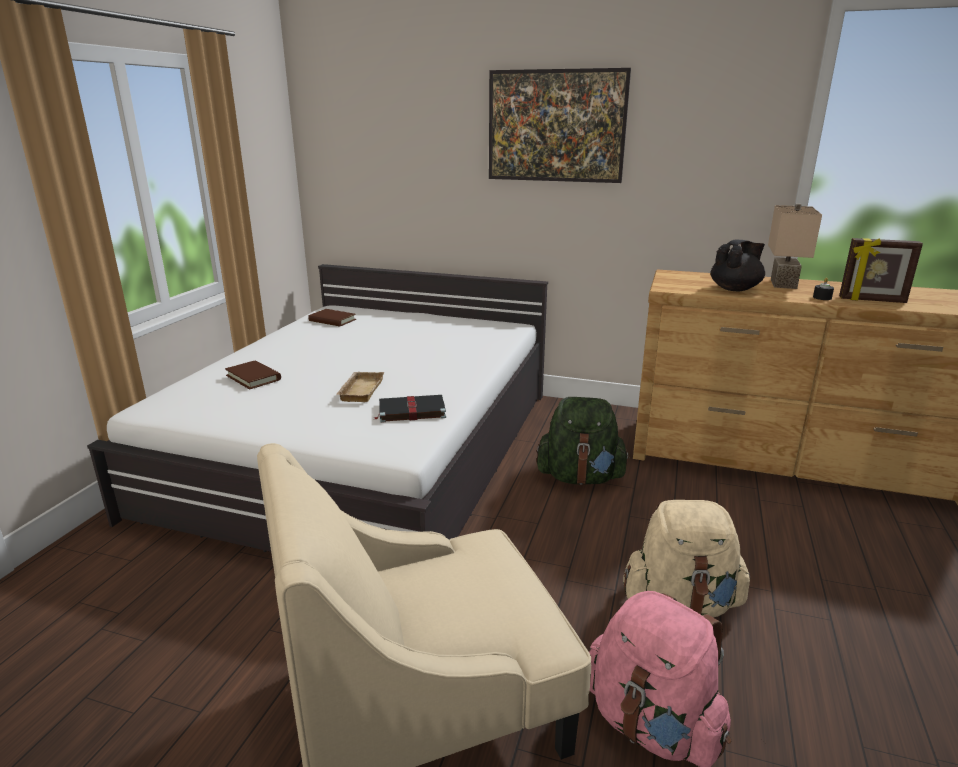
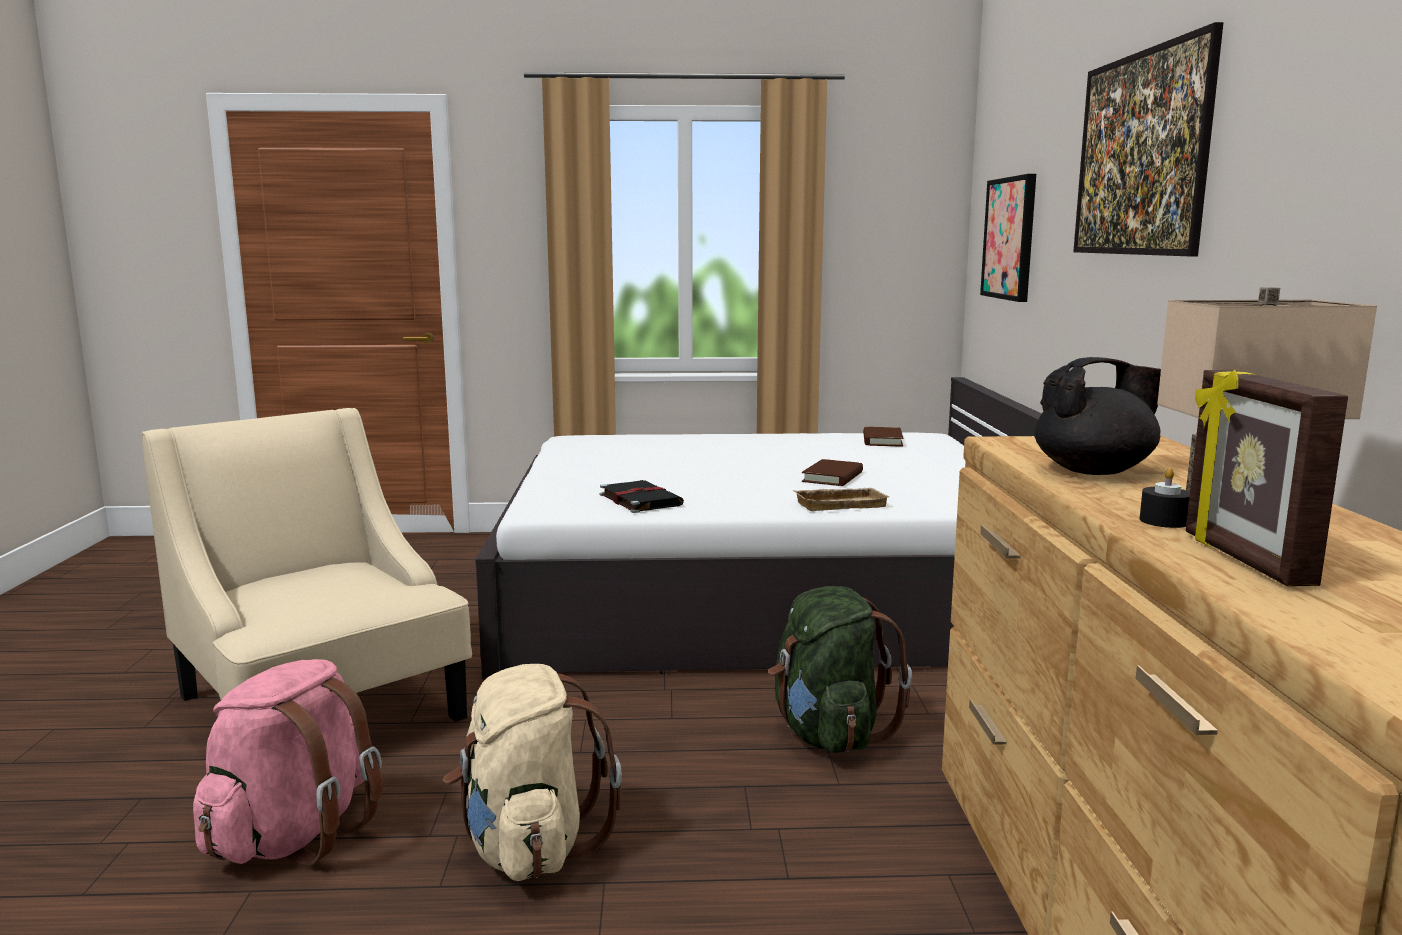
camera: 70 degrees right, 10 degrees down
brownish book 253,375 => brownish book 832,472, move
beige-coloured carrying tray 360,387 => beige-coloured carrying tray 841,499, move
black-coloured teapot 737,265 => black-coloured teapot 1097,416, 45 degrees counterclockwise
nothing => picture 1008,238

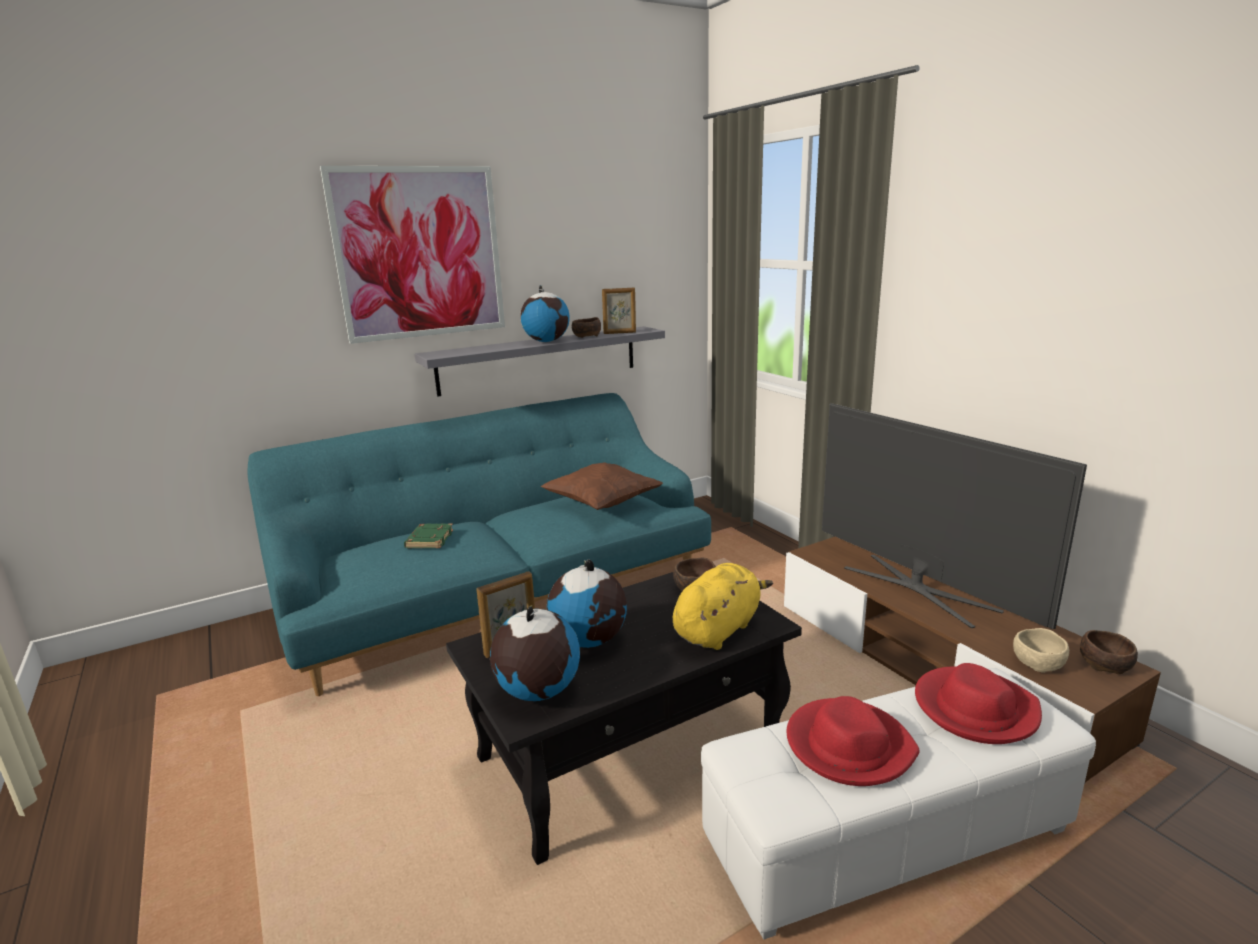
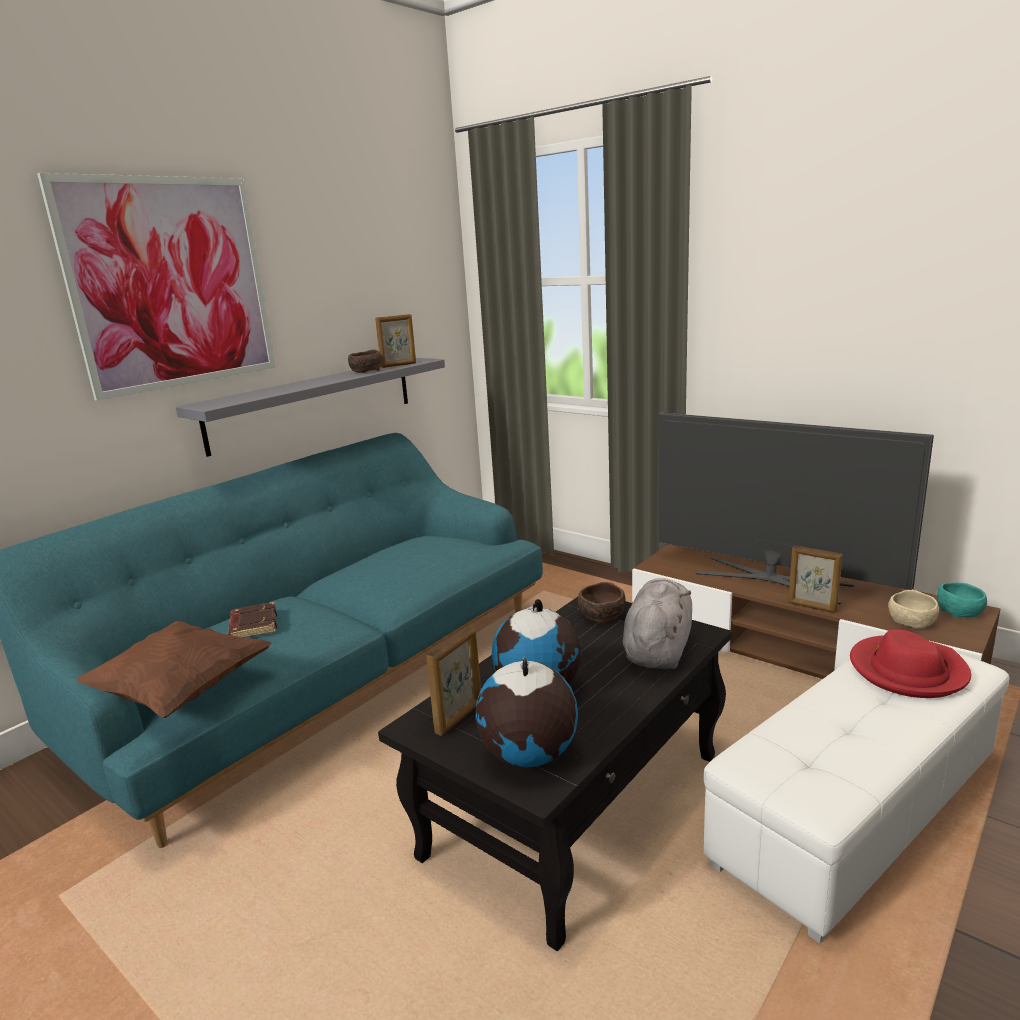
camera: 20 degrees left, 0 degrees up
green-coloured book 428,535 => brownish book 252,620
desk globe 544,313 => nothing
brownish cushion 601,486 => brownish cushion 174,669, move
yellow plush toy 723,606 => grey plush toy 657,623
red-coloured hat 853,741 => nothing
brownish bowl 1109,652 => turquoise bowl 962,600
nothing => picture frame 815,579

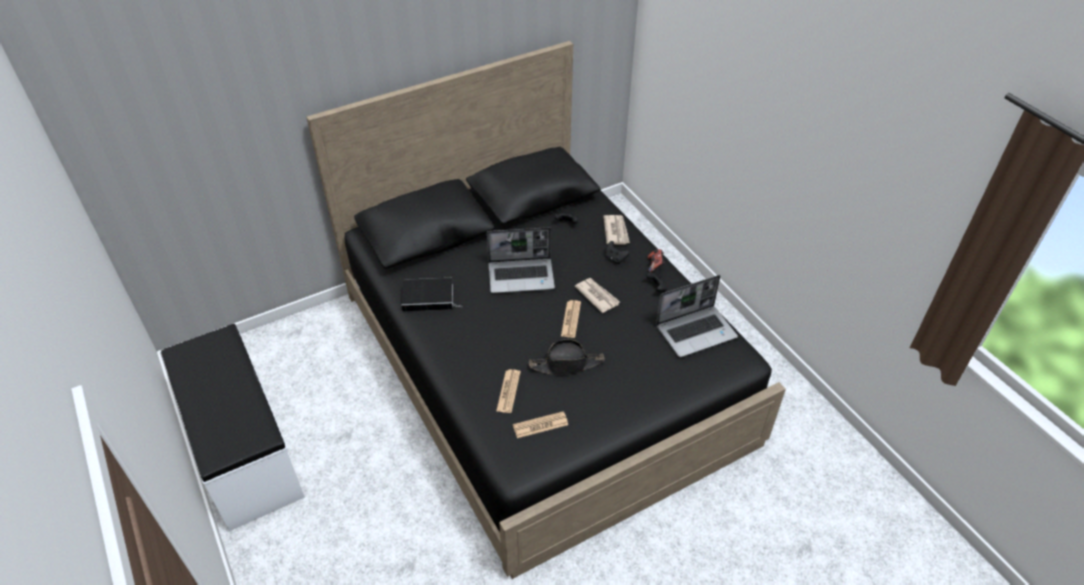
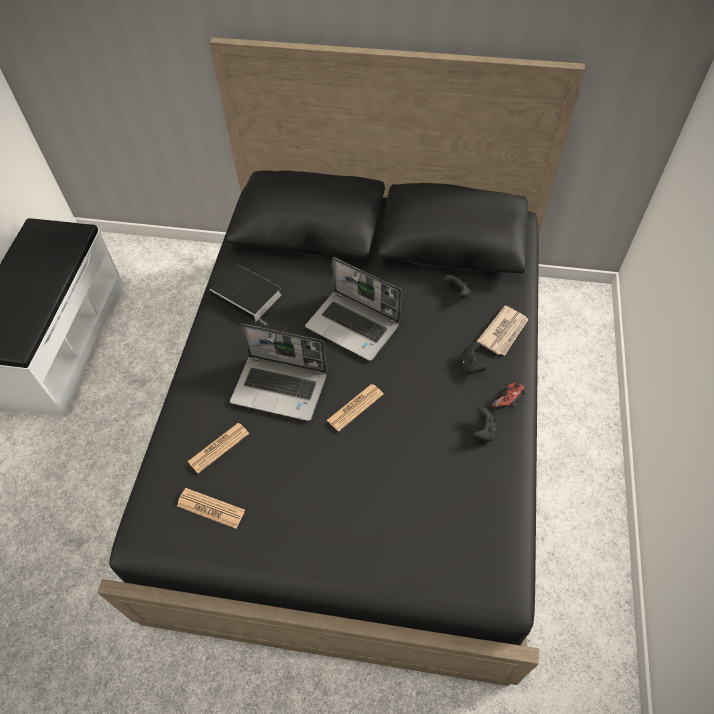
camera: 40 degrees right, 10 degrees up
black-coloured hat 567,357 => nothing
daily paper 597,295 => nothing
portable computer 697,316 => portable computer 278,372, move

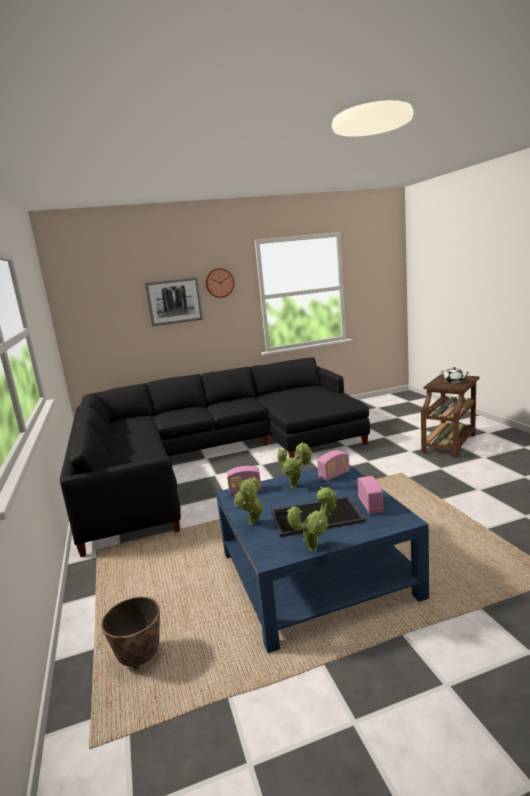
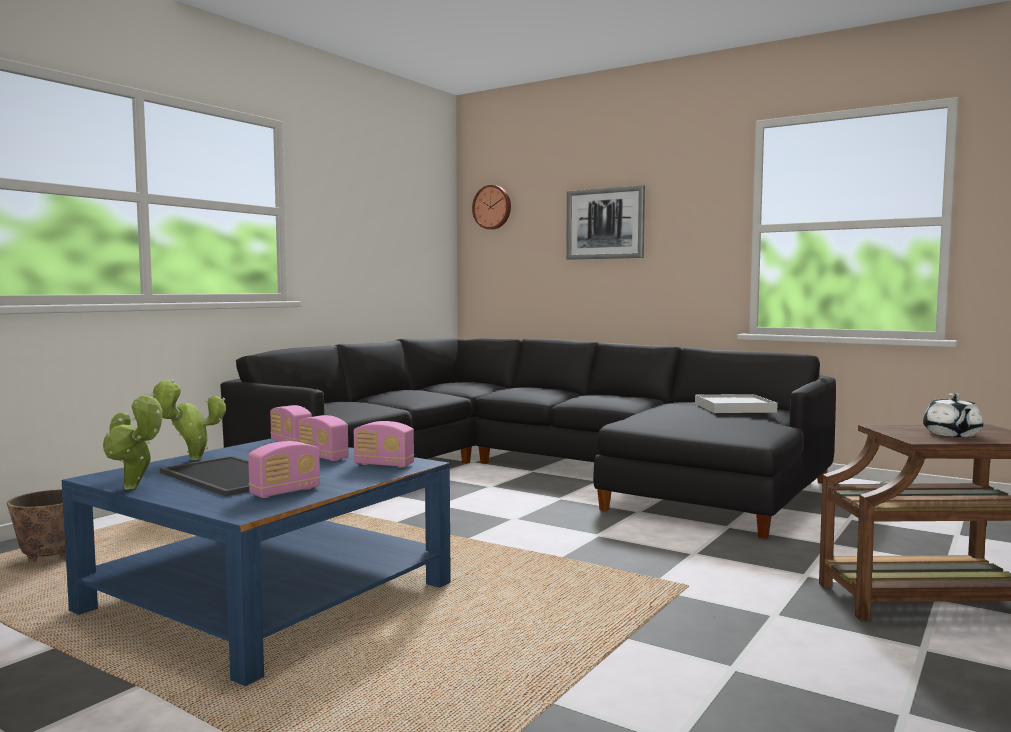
camera: 50 degrees right, 10 degrees down
clock on the wall 220,283 => clock on the wall 491,207, move
potted plant 294,465 => radio set 323,438
nothing => white carrying tray 736,403

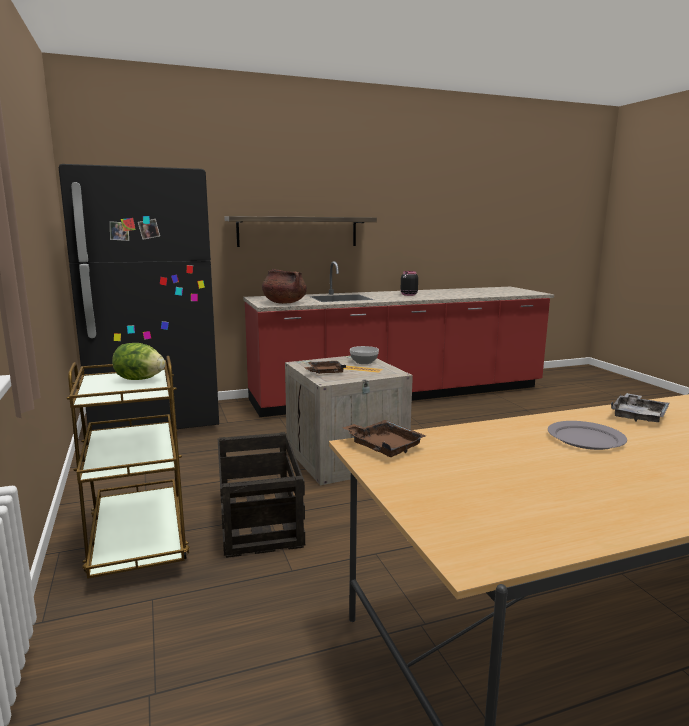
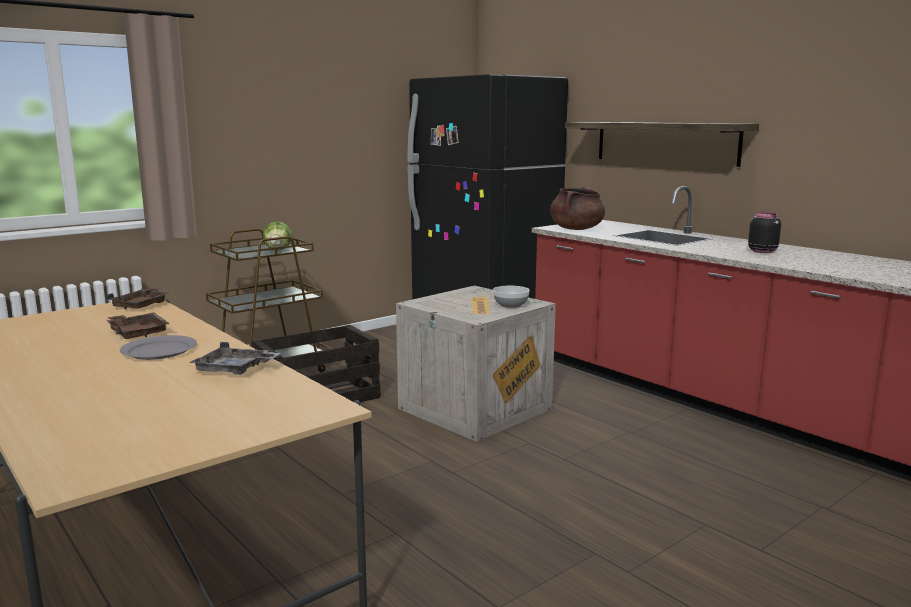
camera: 70 degrees right, 0 degrees up
brownish carrying tray 325,367 => brownish carrying tray 138,325, move

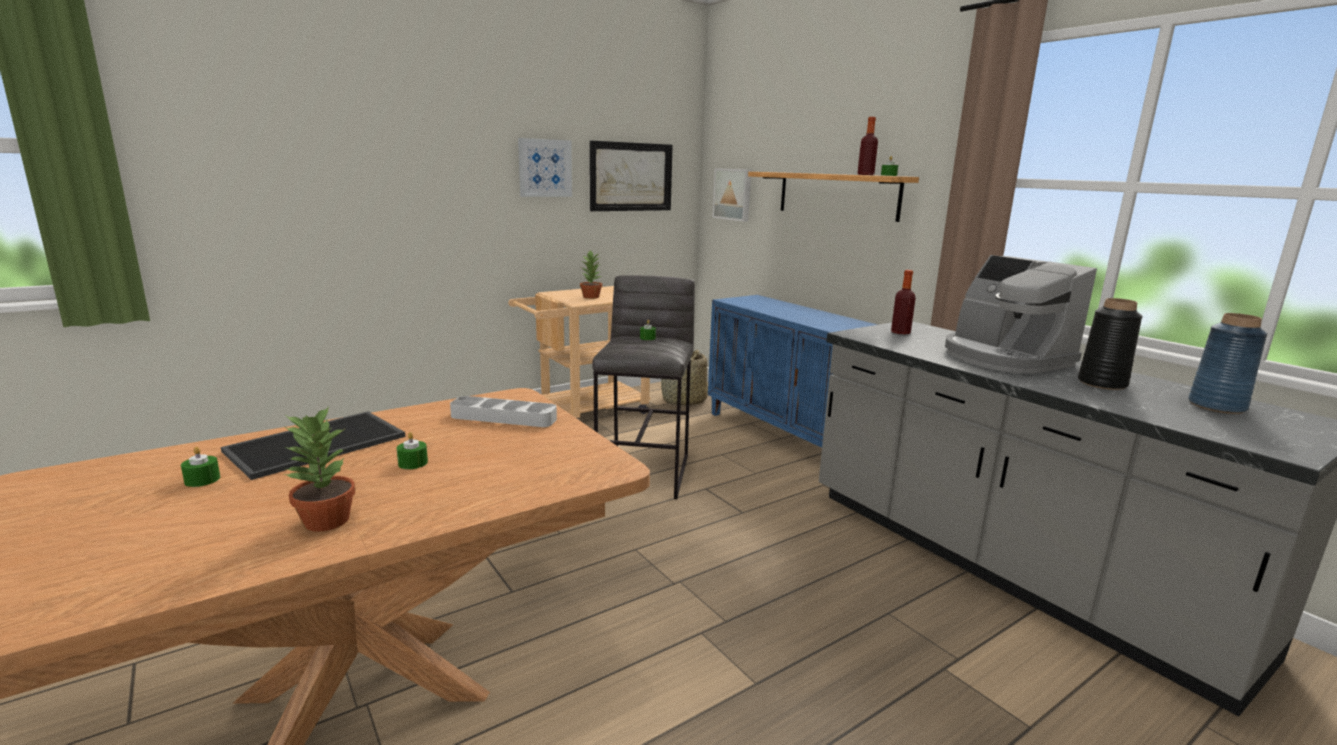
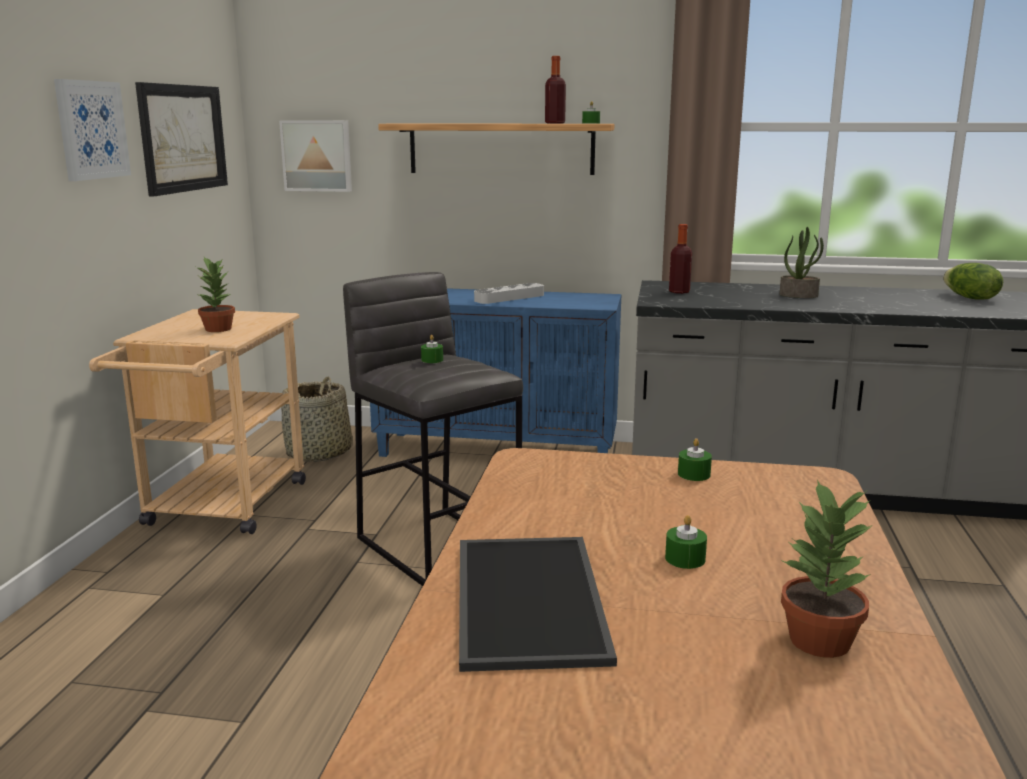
camera: 45 degrees left, 0 degrees up
green-coloured wax candle 200,467 => green-coloured wax candle 695,459, move
grey carrying tray 503,411 => grey carrying tray 509,293, move
coffee maker 1021,314 => potted plant 801,262
black-coloured flower vase 1110,344 => nothing
blue-coloured flower vase 1228,363 => lettuce head 973,281

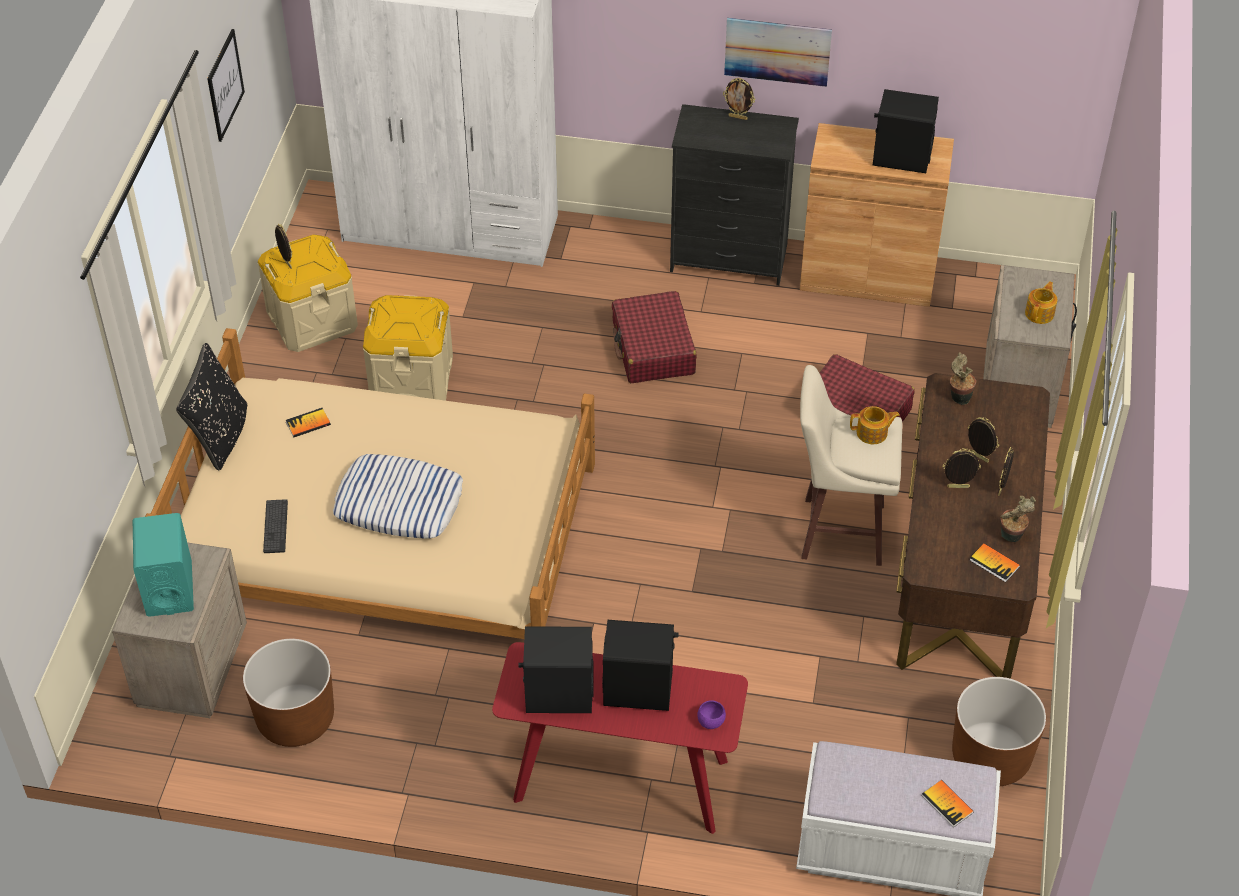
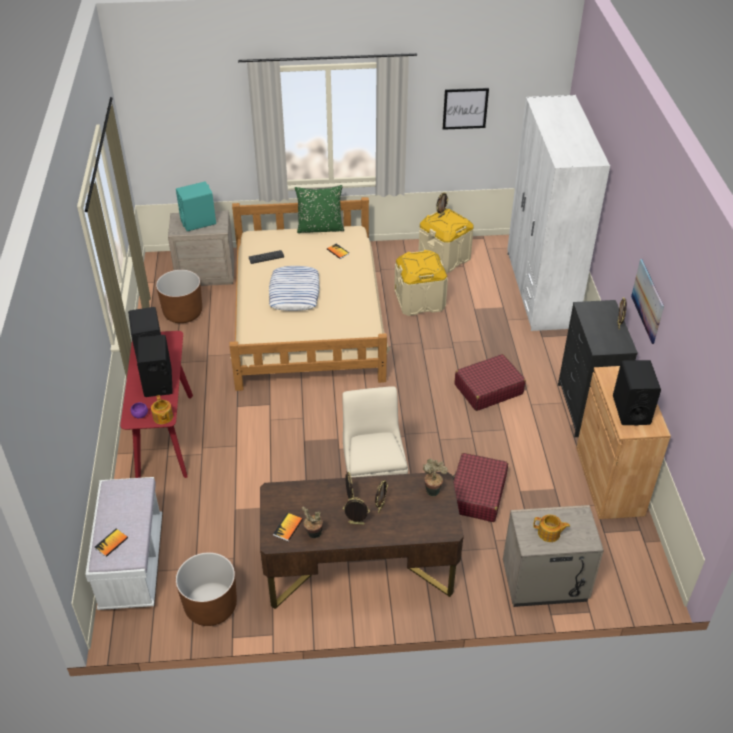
camera: 75 degrees right, 5 degrees down
black-coloured cushion 211,406 => green-coloured cushion 319,209
teapot 875,425 => teapot 162,409, move

